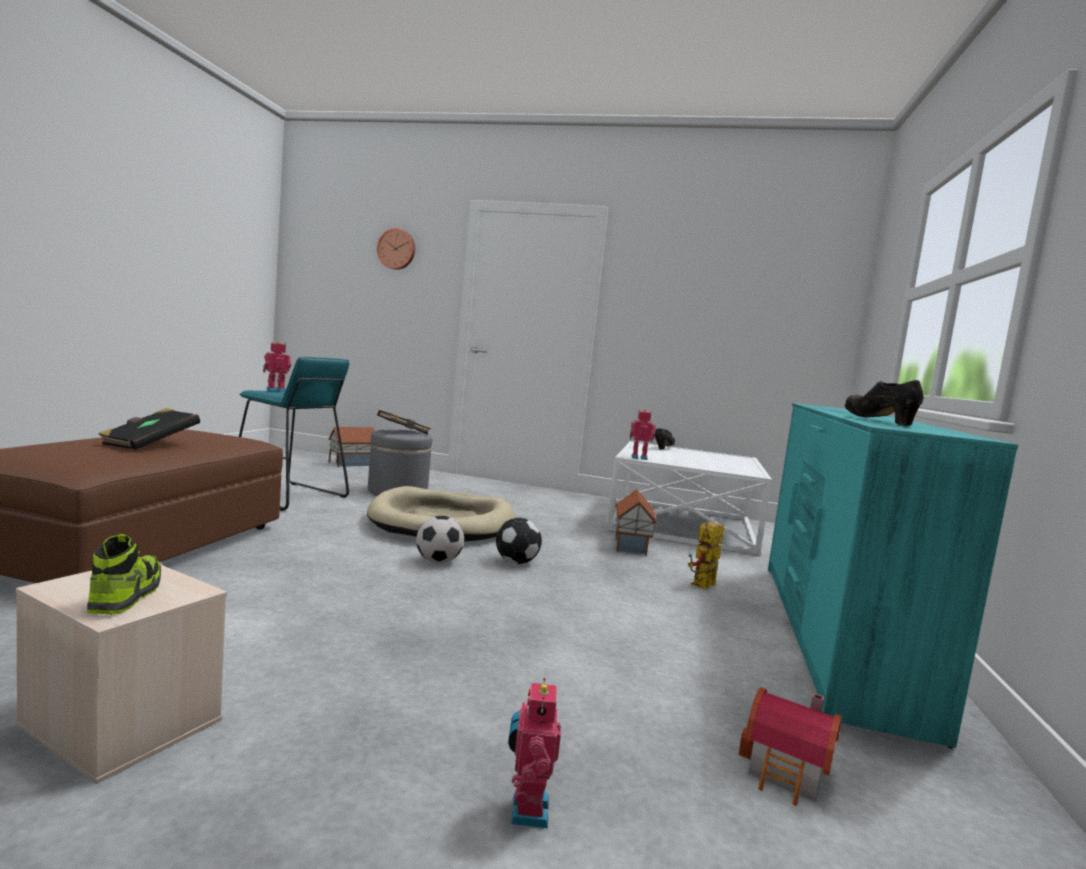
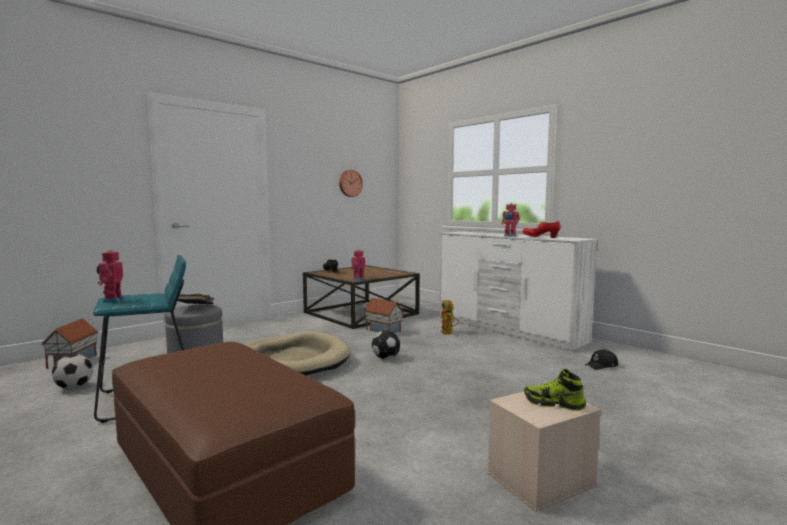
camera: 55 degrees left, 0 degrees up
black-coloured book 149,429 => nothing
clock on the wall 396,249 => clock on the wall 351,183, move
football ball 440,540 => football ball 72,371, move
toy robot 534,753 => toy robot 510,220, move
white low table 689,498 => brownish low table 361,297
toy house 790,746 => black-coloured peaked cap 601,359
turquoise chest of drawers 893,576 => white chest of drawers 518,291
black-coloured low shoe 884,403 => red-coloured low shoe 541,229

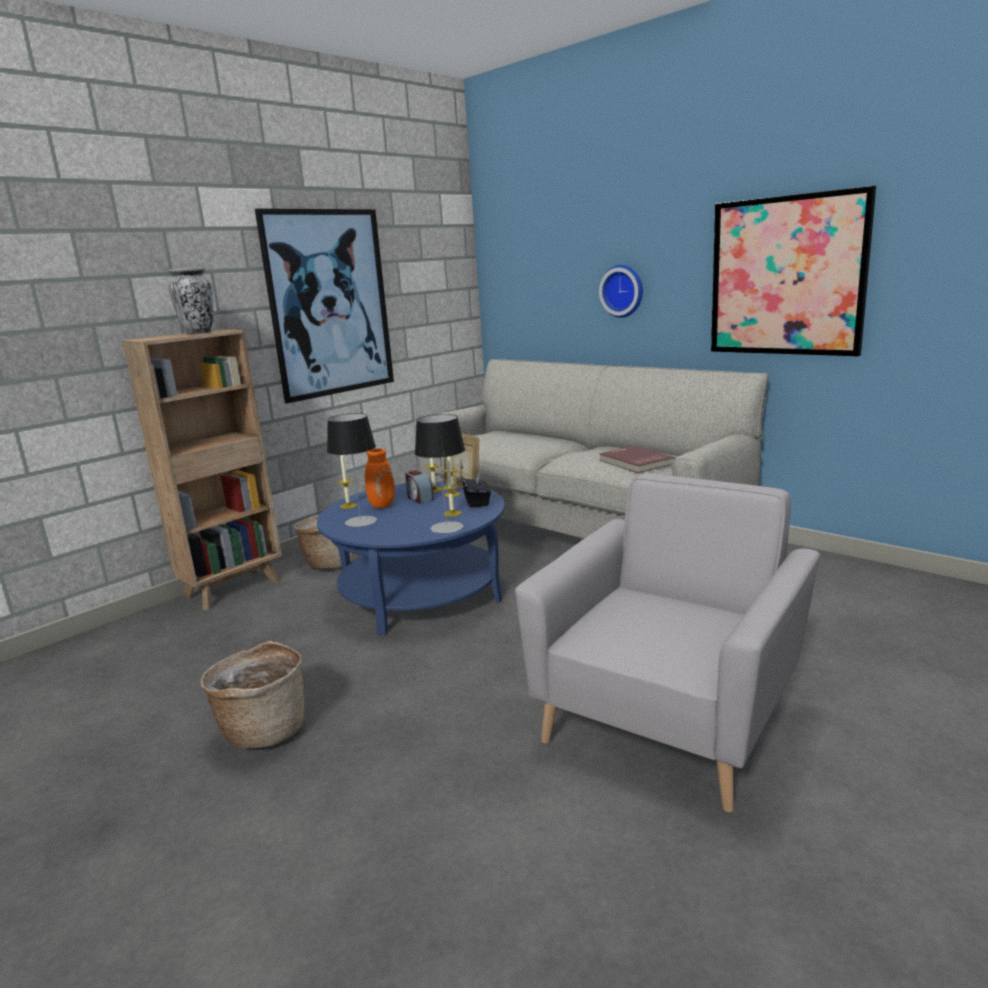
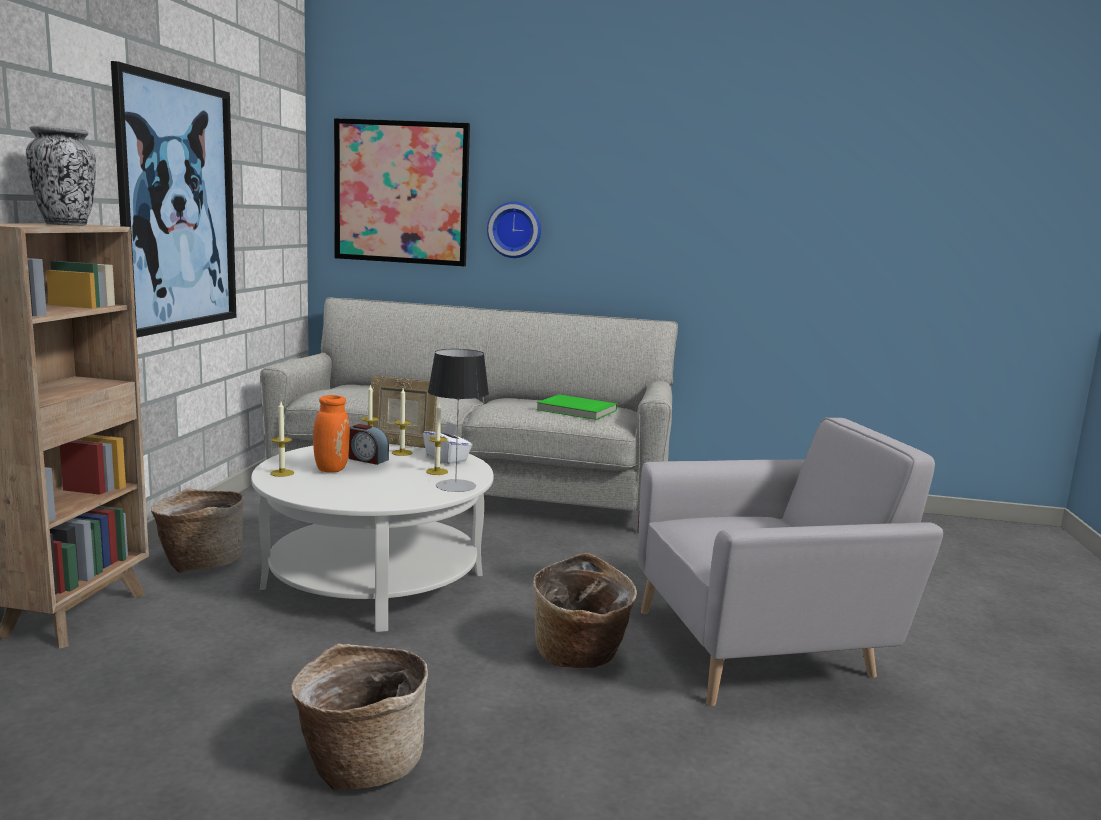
camera: 35 degrees left, 5 degrees down
blue-coloured low table 411,558 => white low table 372,538
tabletop lamp 352,470 => nothing
black-coloured tissue holder 476,490 => white tissue holder 447,442
grey easy chair 667,642 => grey easy chair 790,561, 75 degrees clockwise
red-coloured book 637,459 => green-coloured book 576,407
picture 793,271 => picture 402,192, move
nothing => basket 585,610

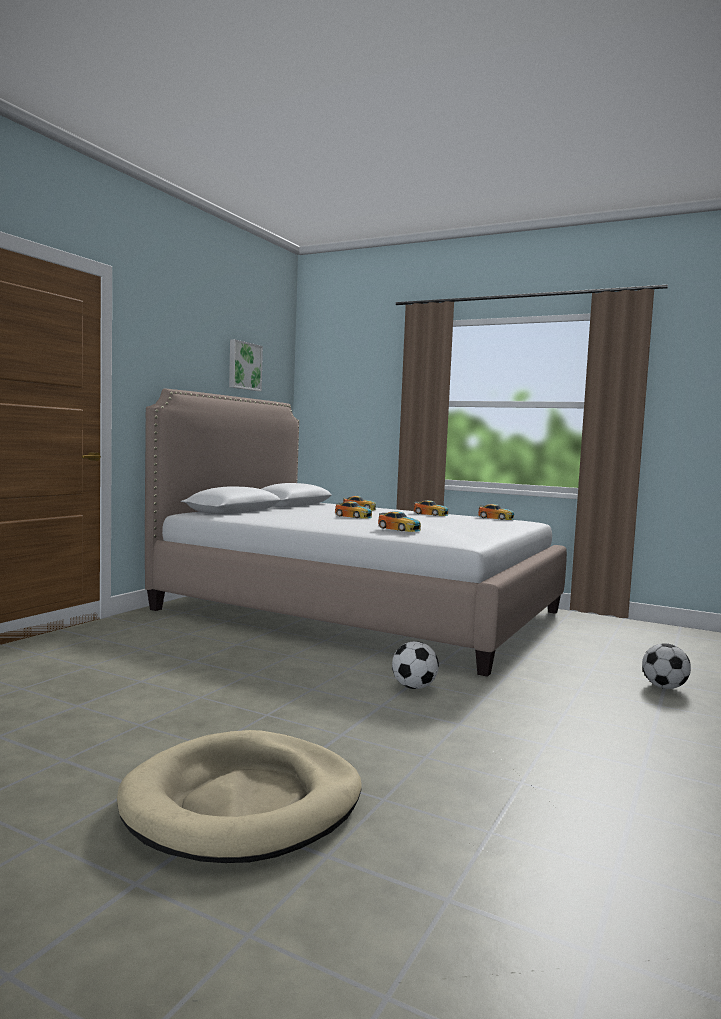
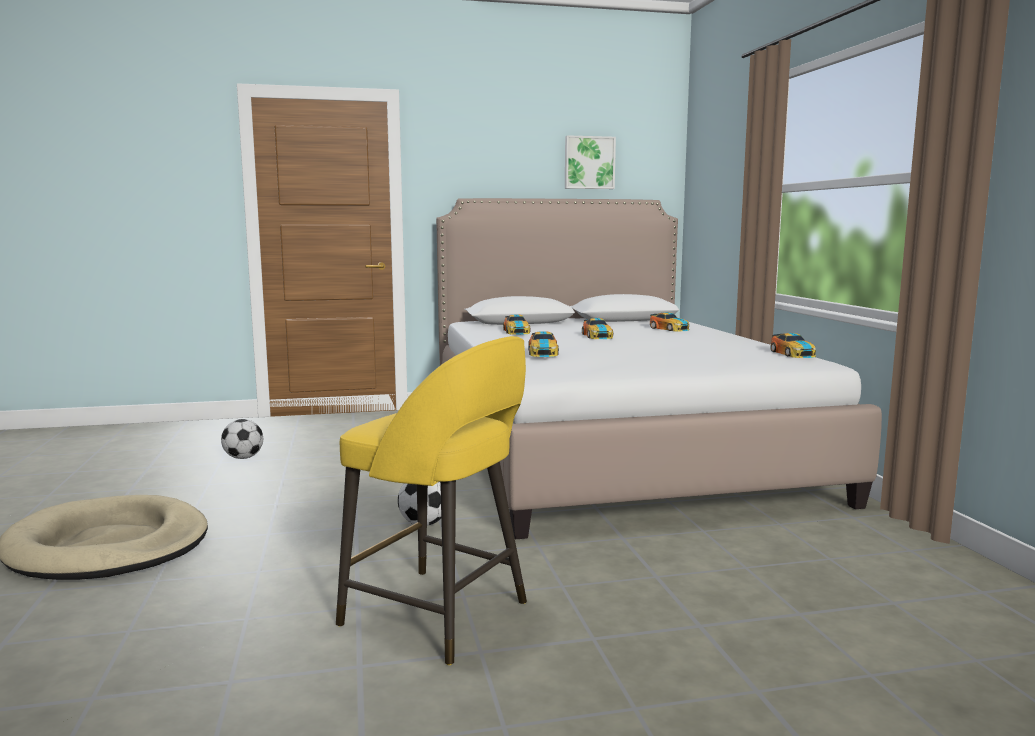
camera: 50 degrees right, 5 degrees up
model car 431,508 => model car 516,324, move
football ball 666,666 => football ball 242,439, move
nothing => yellow stool 431,500

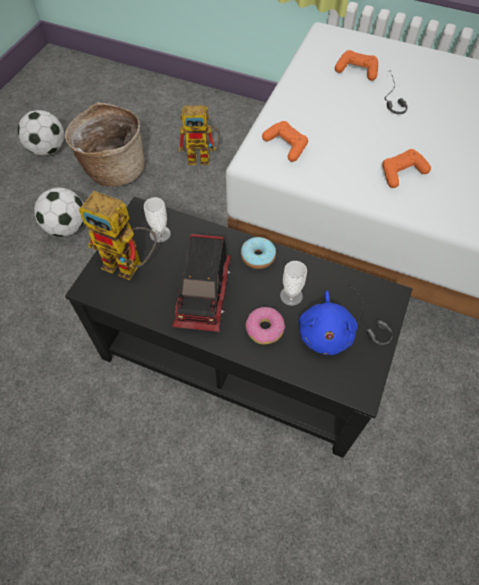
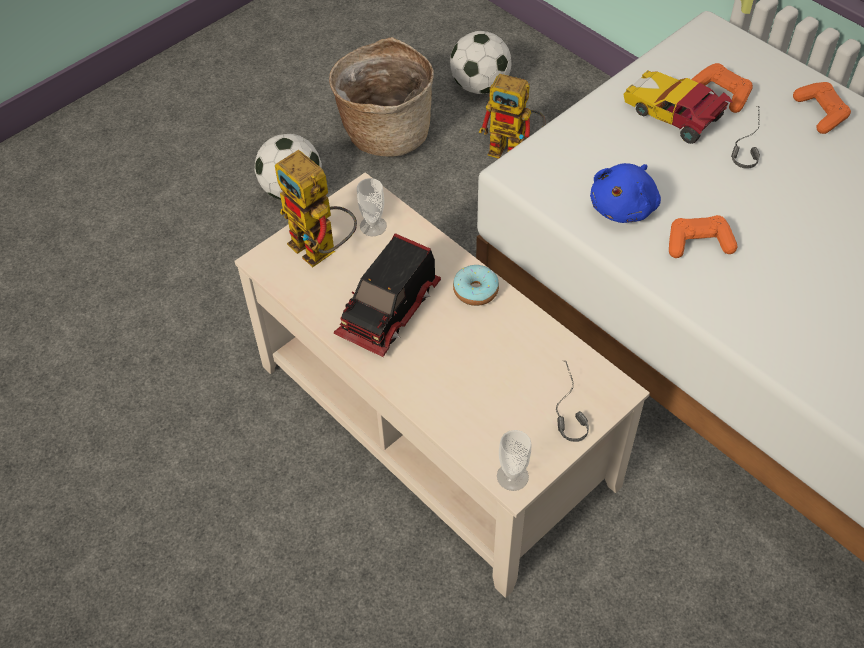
camera: 25 degrees right, 5 degrees down
football ball 41,132 => football ball 481,62, move
black-coloured low table 238,327 => beige-coloured low table 442,385
donut 265,326 => nothing
orange-coloured game controller 285,141 => orange-coloured game controller 822,108, move
drinking cup 293,283 => drinking cup 514,460, move
blue-coloured plush toy 328,323 => blue-coloured plush toy 625,193, move
nothing => model car 678,107

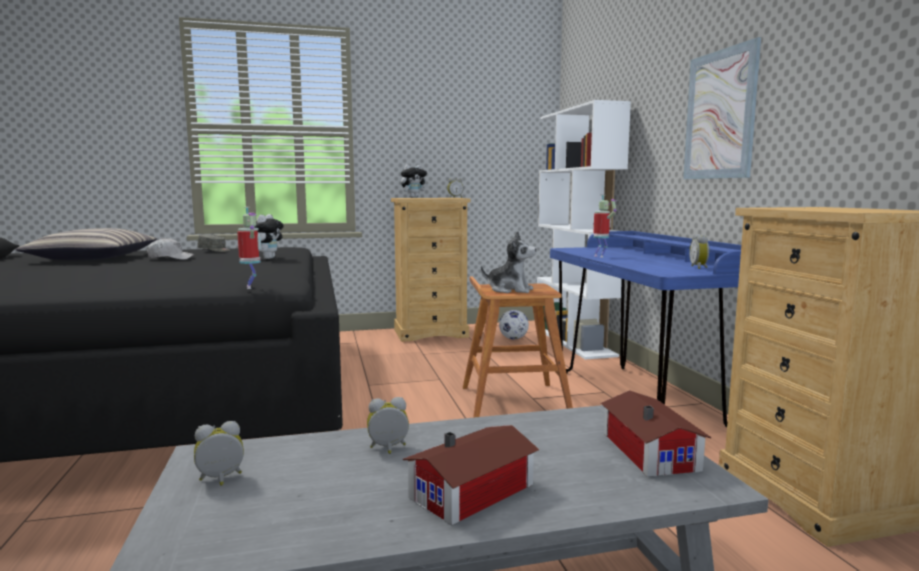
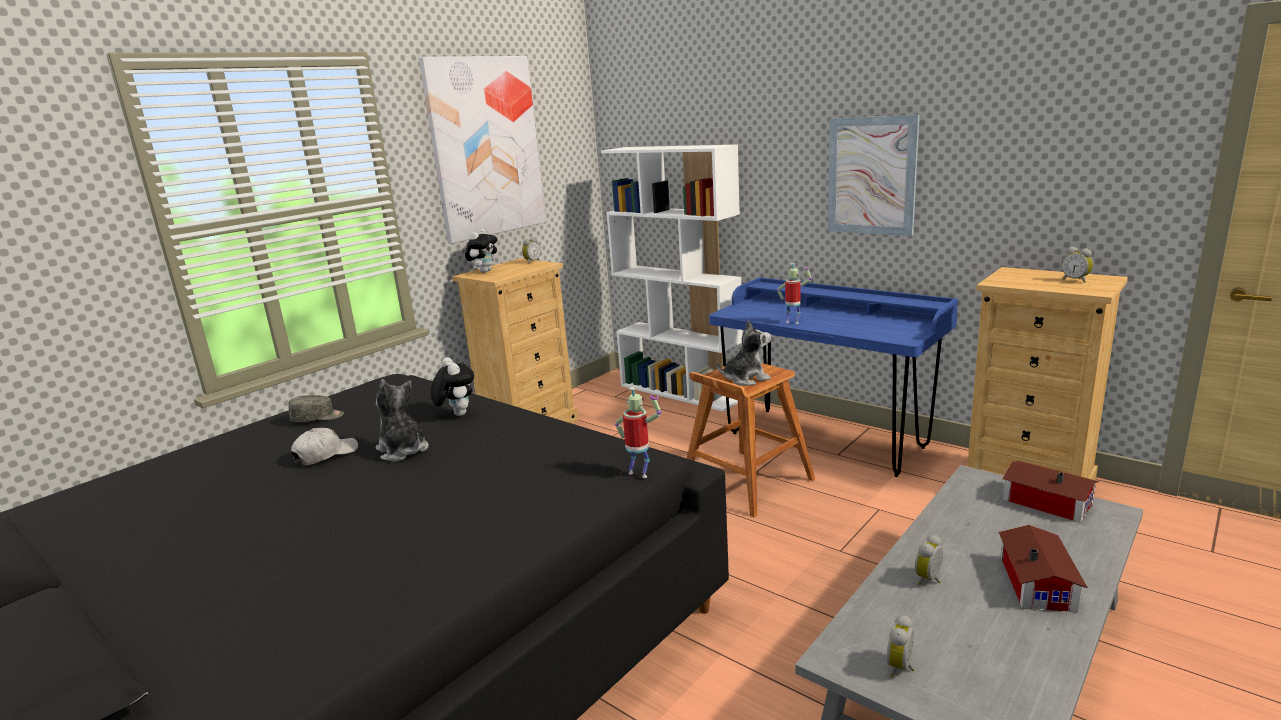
camera: 35 degrees left, 10 degrees up
cushion 86,244 => nothing
football ball 514,325 => nothing
bedside clock 699,251 => bedside clock 1077,265, move
nothing => plush toy 402,420
nothing => picture 482,149

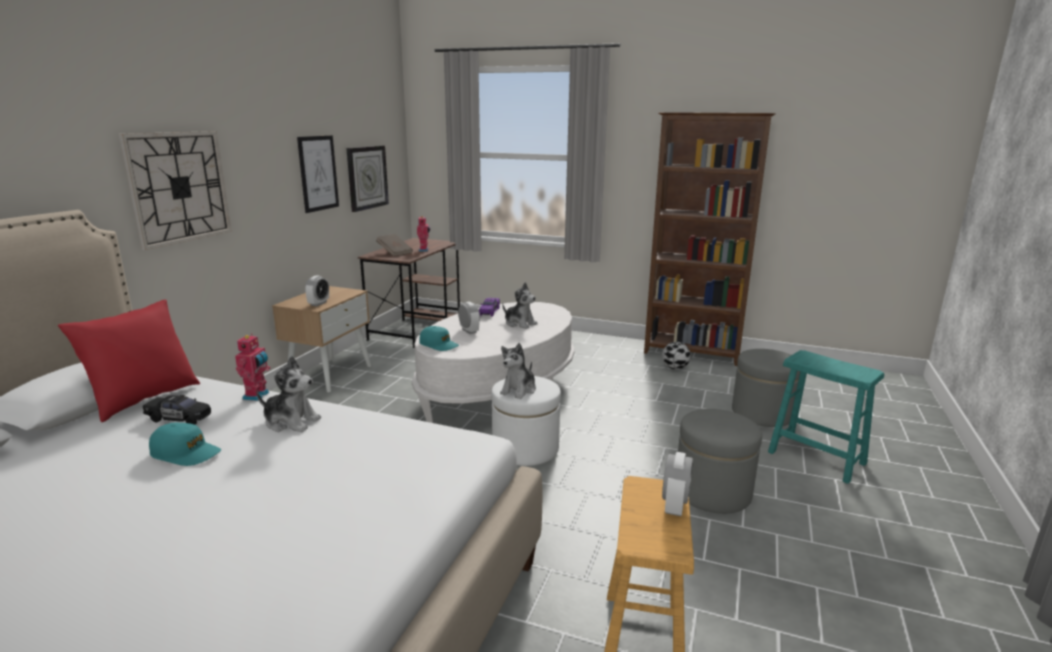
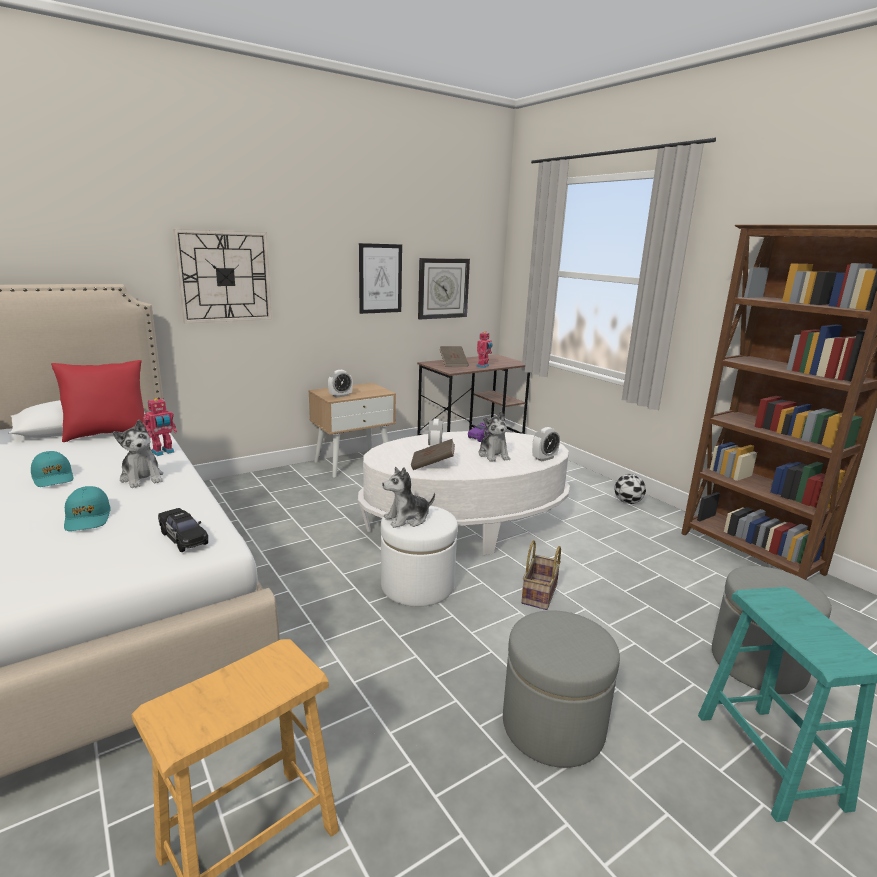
camera: 35 degrees right, 0 degrees up
black-coloured model car 177,410 => black-coloured model car 183,530, move
turquoise peaked cap 439,338 => turquoise peaked cap 87,508, move
football ball 676,356 => football ball 630,489, move
bedside clock 677,484 => bedside clock 546,444, move
nothing => brownish book 433,454
nothing => basket 541,575

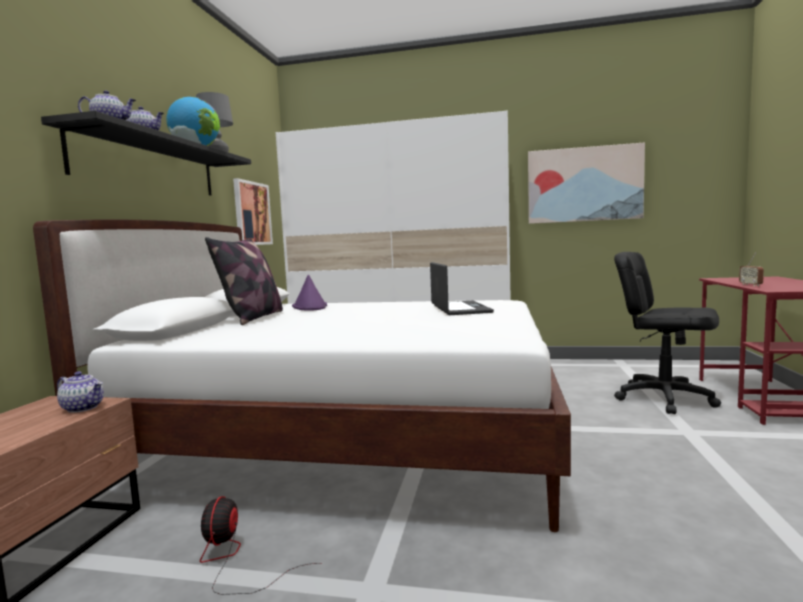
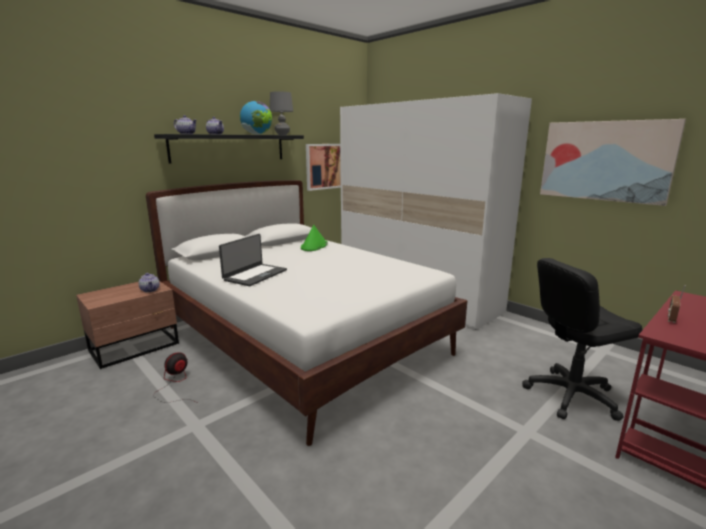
camera: 35 degrees right, 10 degrees up
cushion 244,281 => nothing
purplish hat 309,293 => green-coloured hat 314,238
portable computer 462,288 => portable computer 253,260, move
black-coloured office chair 667,333 => black-coloured office chair 582,339, 90 degrees counterclockwise

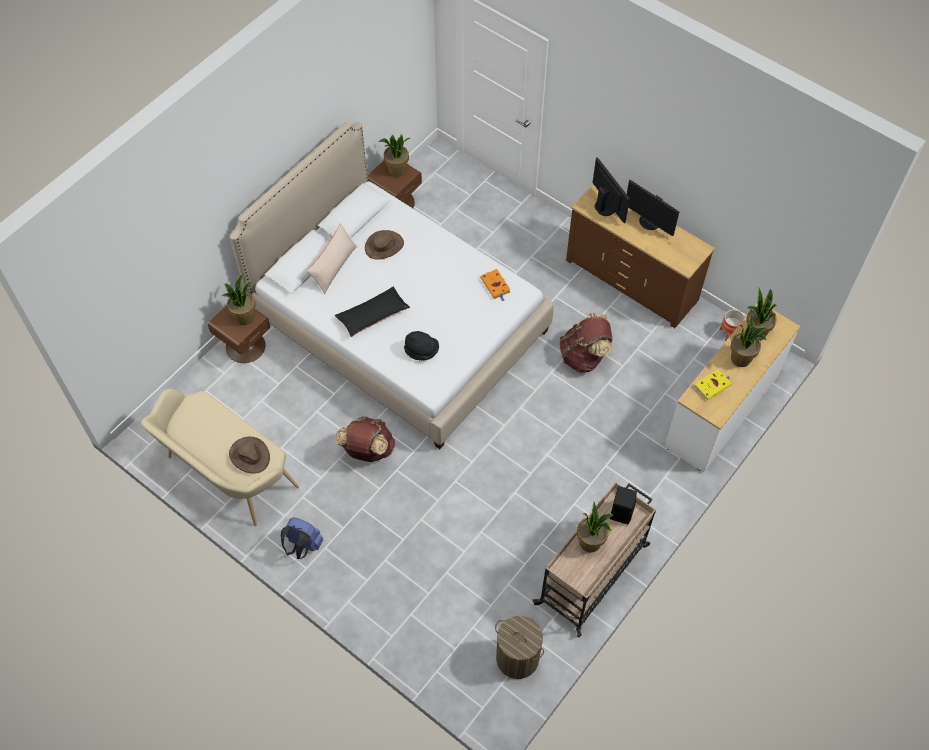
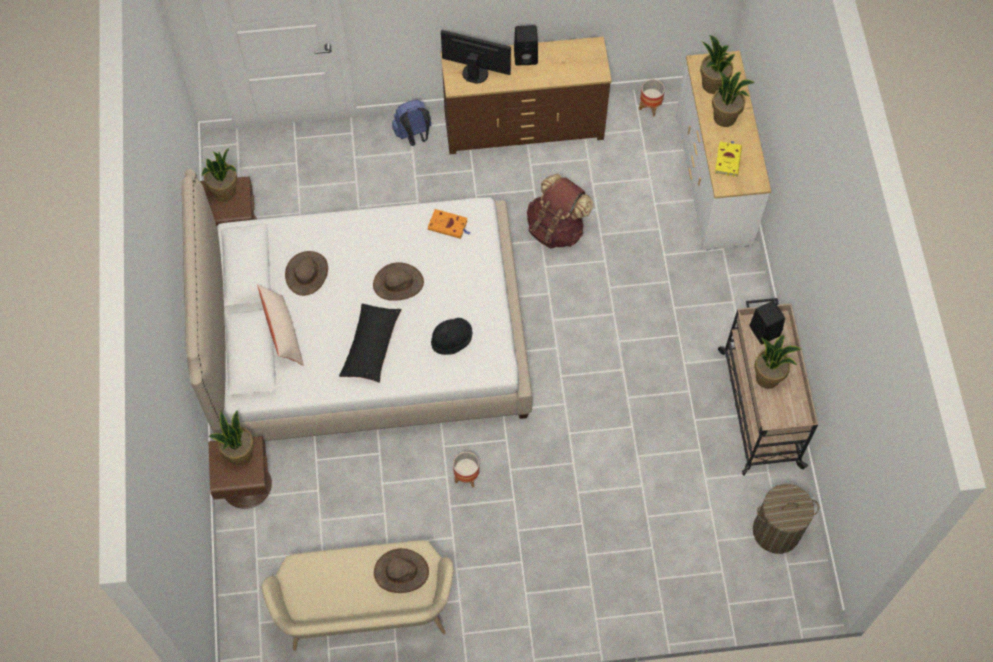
camera: 45 degrees left, 5 degrees up
blue-coloured backpack 302,538 => blue-coloured backpack 411,123, move
brownish backpack 365,439 => planter 466,470
computer screen 653,208 => black-coloured speaker 526,45
nothing => brownish hat 398,281

